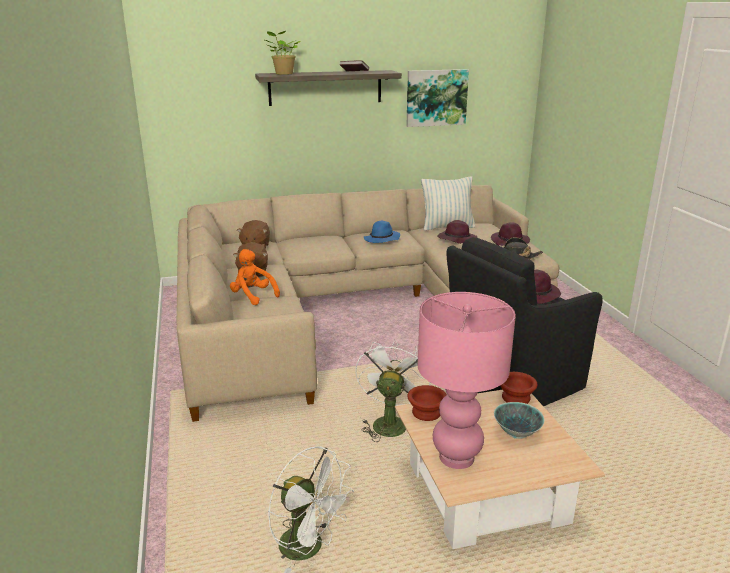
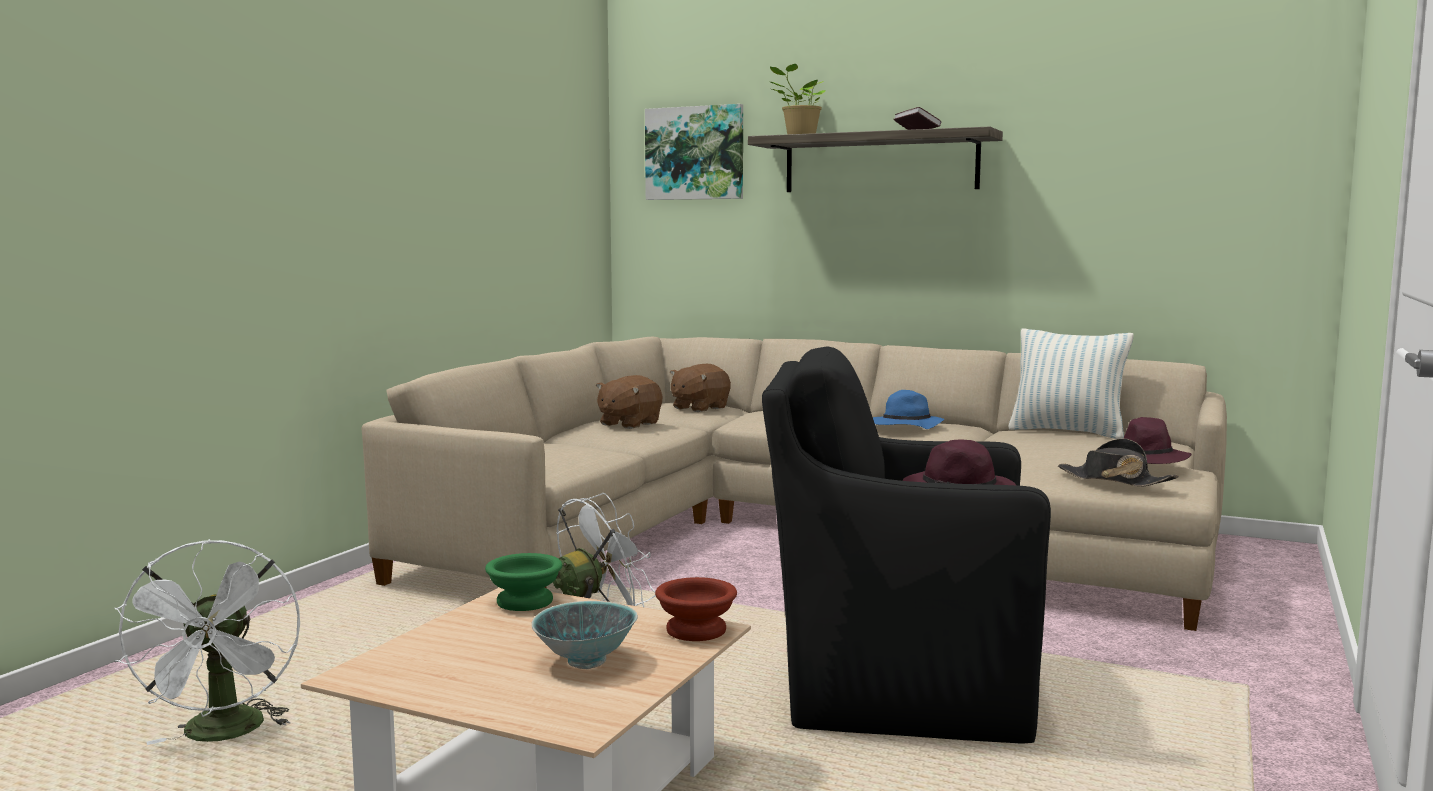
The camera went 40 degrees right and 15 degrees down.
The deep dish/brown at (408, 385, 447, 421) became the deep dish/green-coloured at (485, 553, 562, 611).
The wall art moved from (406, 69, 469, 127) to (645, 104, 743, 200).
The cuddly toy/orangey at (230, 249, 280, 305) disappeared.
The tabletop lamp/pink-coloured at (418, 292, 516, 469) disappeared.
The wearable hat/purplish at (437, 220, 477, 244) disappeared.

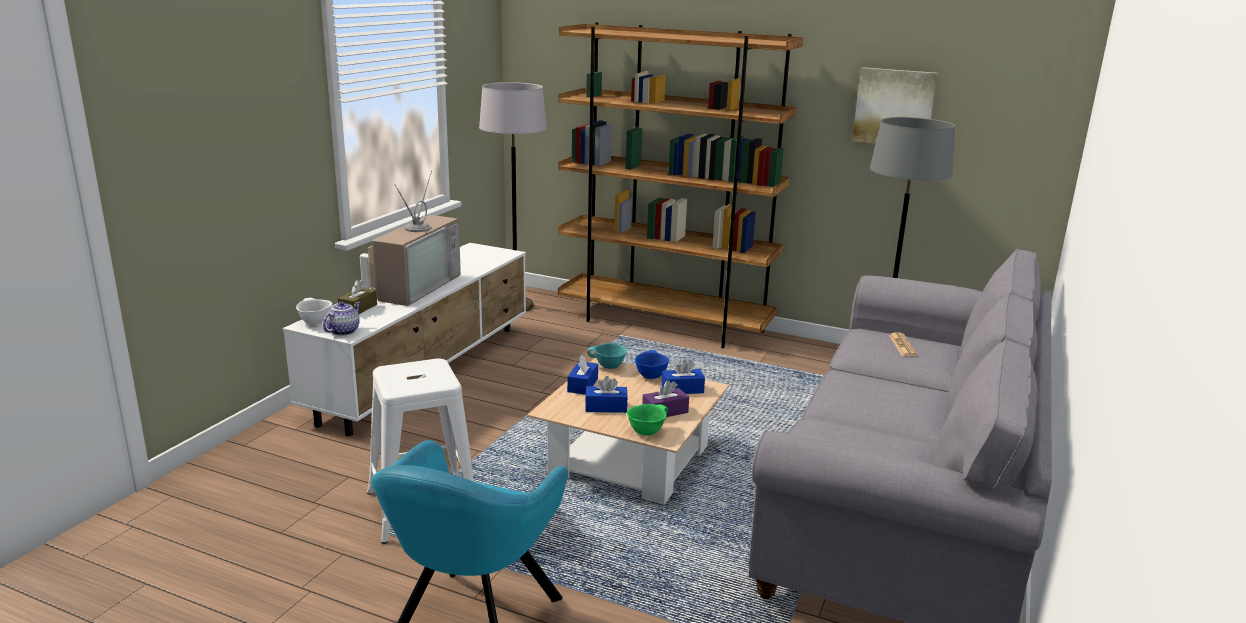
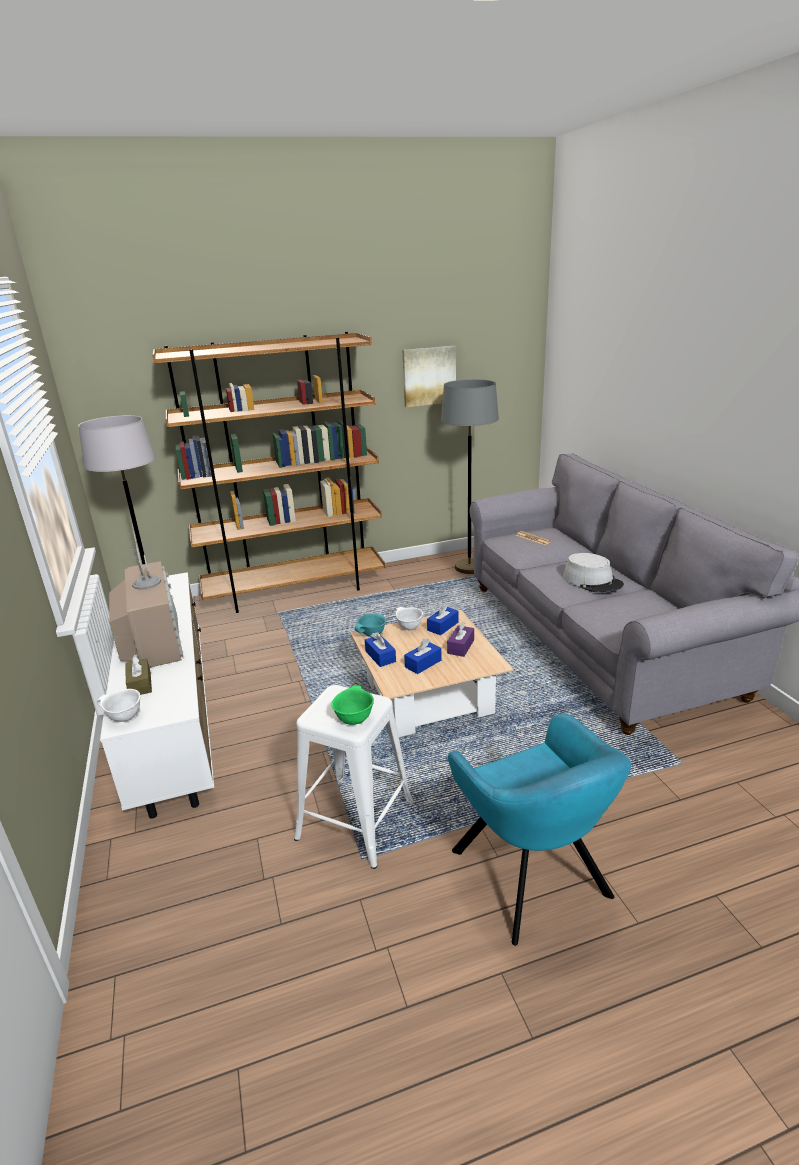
The camera went 40 degrees left and 5 degrees up.
The deep dish/green-coloured moved from (627, 404, 668, 436) to (332, 685, 374, 725).
The deep dish/bluish at (635, 350, 669, 379) became the deep dish/white-coloured at (395, 607, 423, 630).
The wearable hat/grey at (563, 553, 624, 592) appeared.
The pot for tea at (322, 301, 361, 336) disappeared.

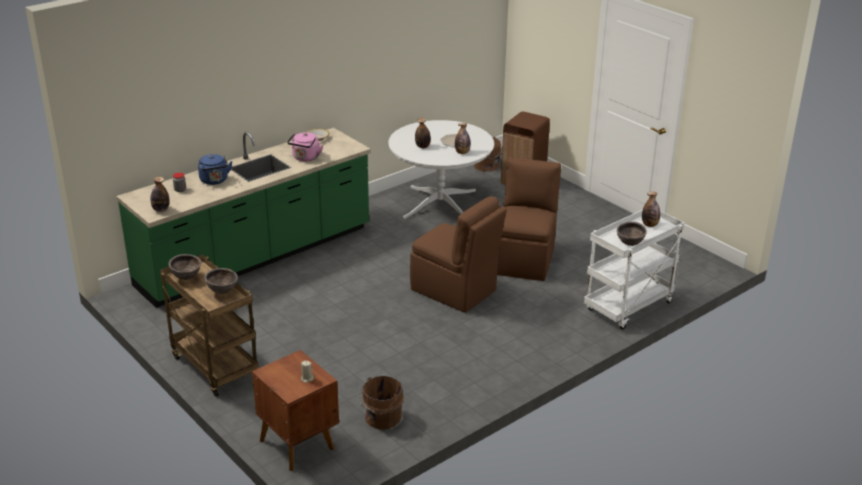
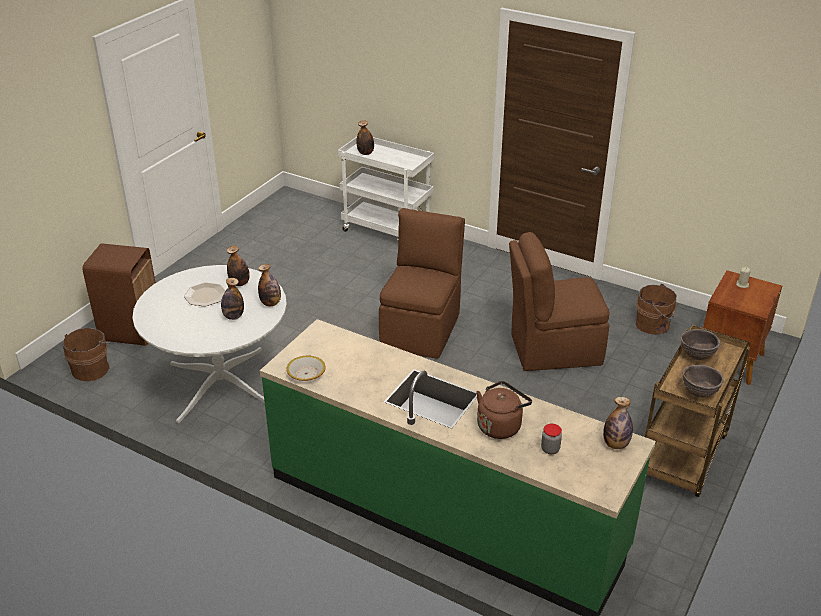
The camera went 110 degrees left and 5 degrees up.
The beverage bottle at (258, 264, 281, 306) appeared.
The tea kettle/bluish at (198, 154, 233, 185) became the tea kettle/brown at (476, 381, 532, 439).
The plain chair/brown moved from (497, 157, 561, 281) to (509, 232, 609, 371).
The tea kettle/pink-coloured at (287, 132, 323, 161) disappeared.
The deep dish/brown at (617, 222, 647, 246) disappeared.

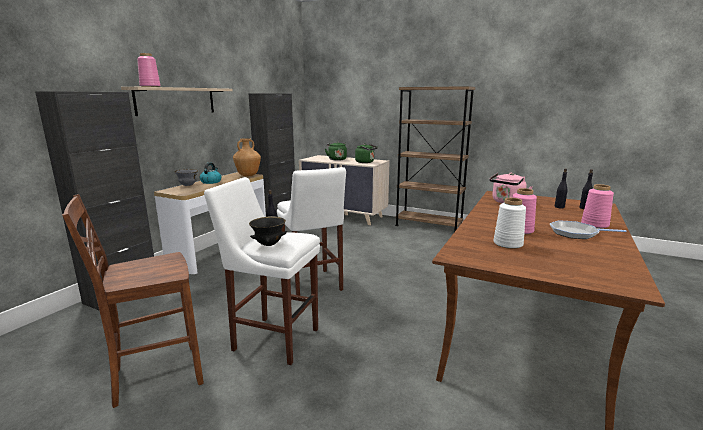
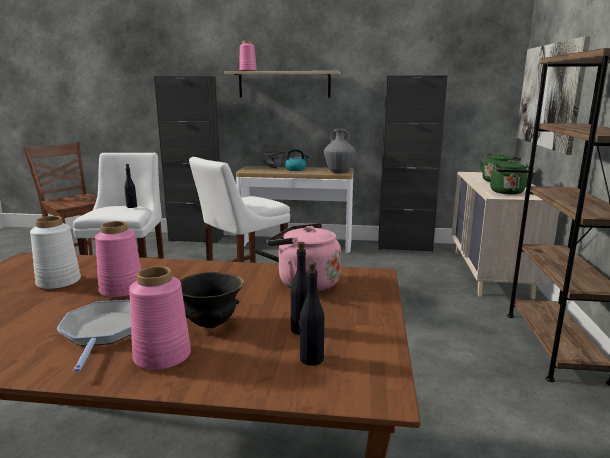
The camera went 70 degrees right and 0 degrees up.
The deep dish/blackish moved from (249, 216, 287, 246) to (180, 272, 244, 328).
The vase/brown at (233, 138, 261, 176) became the vase/grey at (324, 129, 355, 173).
The wall art at (516, 36, 591, 155) appeared.

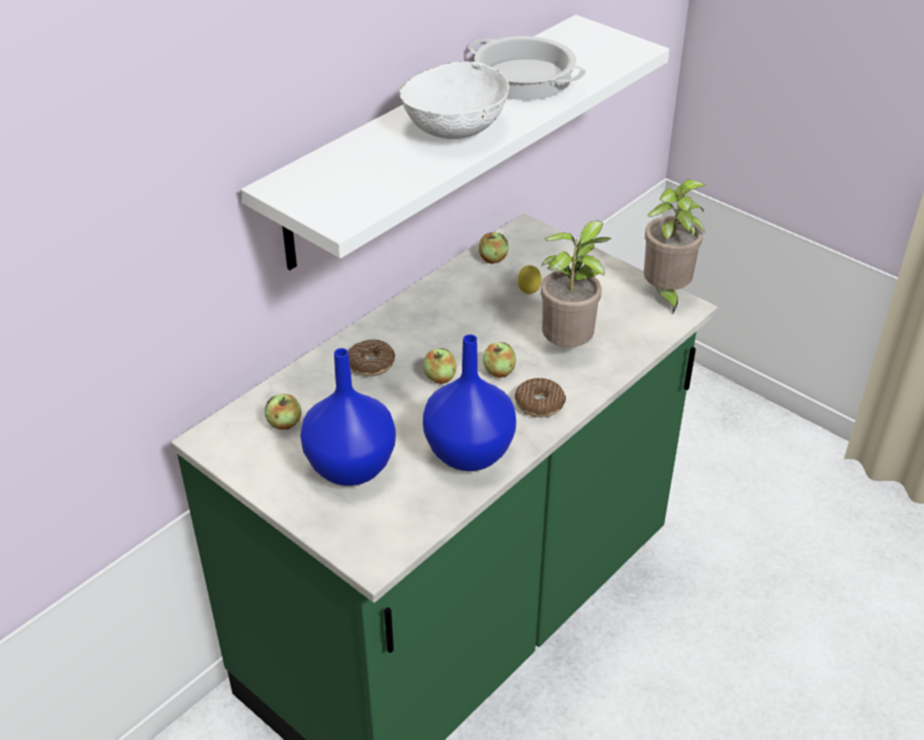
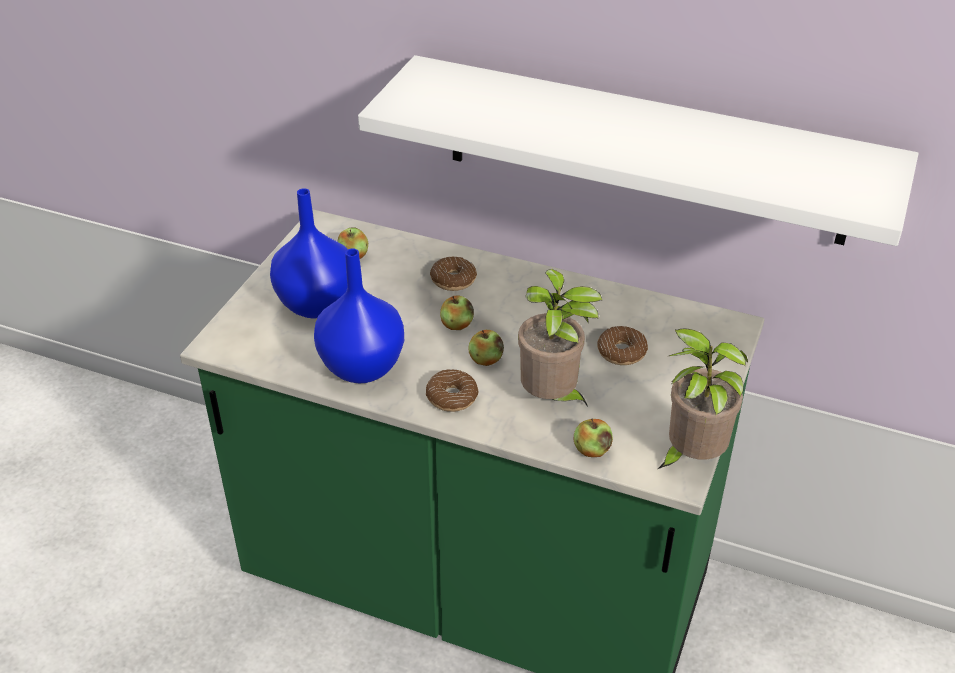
The camera went 70 degrees right and 0 degrees up.
The whole apple moved from (479, 232, 508, 264) to (574, 419, 613, 457).
The citrus fruit at (518, 265, 541, 294) was replaced by the doughnut at (597, 326, 648, 365).
The deep dish/white-coloured at (399, 61, 509, 139) disappeared.
The cooking pot at (468, 36, 586, 100) disappeared.

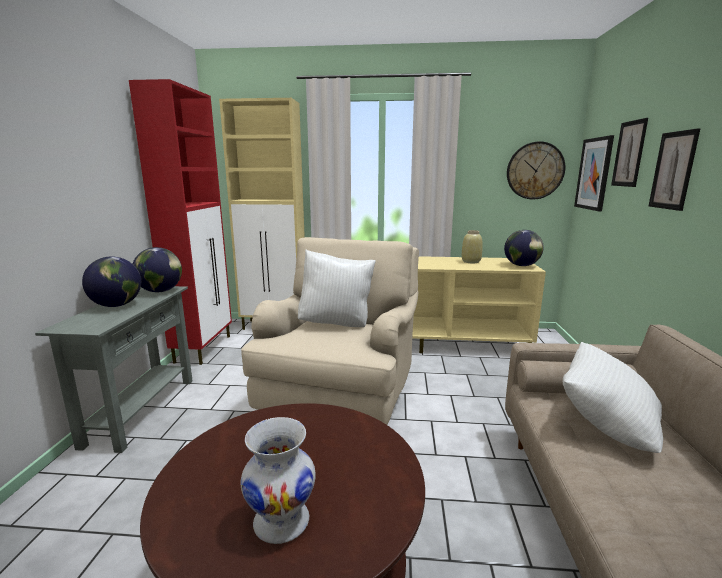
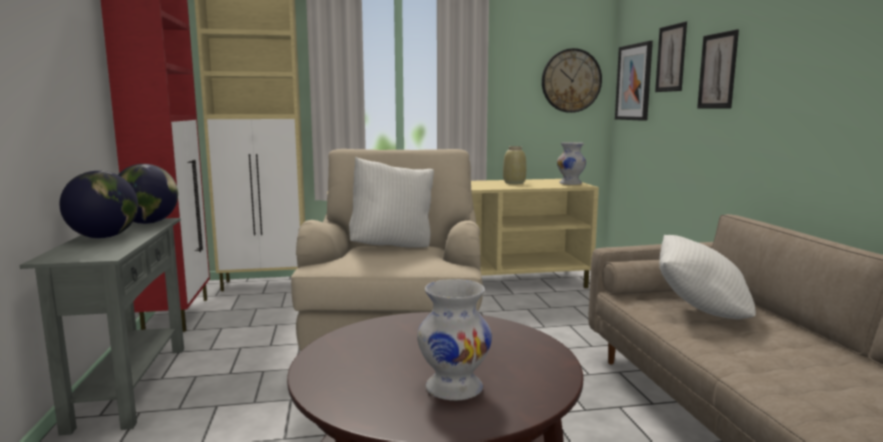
The camera went 15 degrees left and 5 degrees down.
The desk globe at (504, 230, 544, 266) was replaced by the vase/white-coloured at (557, 142, 586, 185).

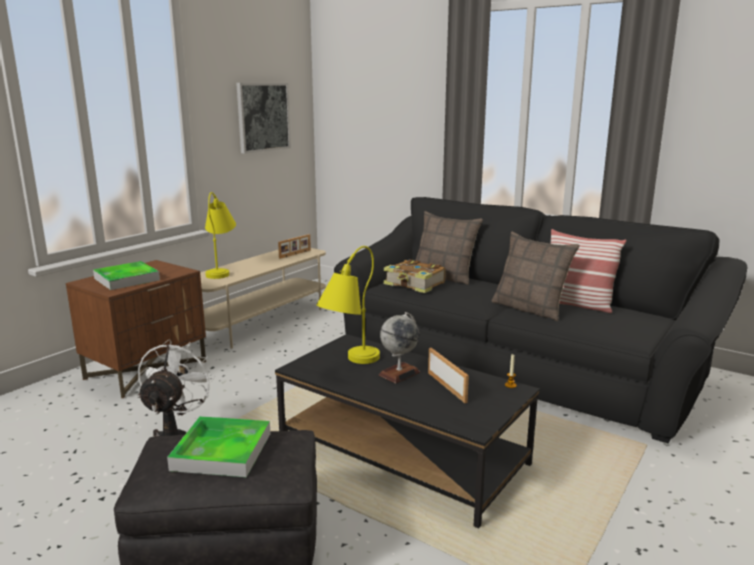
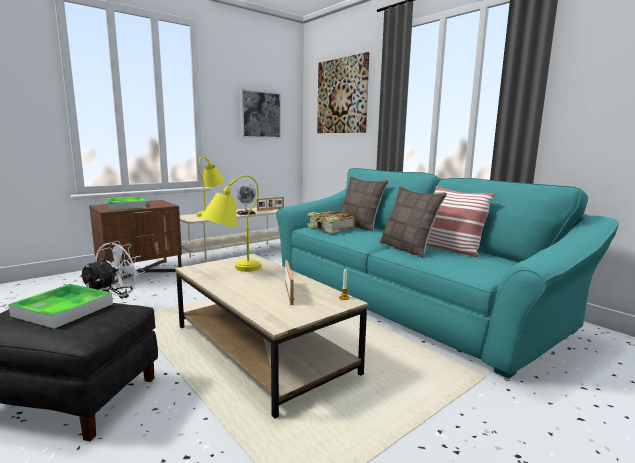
The camera went 15 degrees right and 5 degrees down.
The low table/blackish at (275, 334, 539, 529) became the low table/sand-coloured at (175, 254, 368, 419).
The desk globe moved from (379, 312, 420, 384) to (237, 184, 256, 215).
The settee/blackish at (334, 197, 748, 443) became the settee/turquoise at (276, 168, 619, 379).
The wall art at (317, 52, 369, 133) appeared.

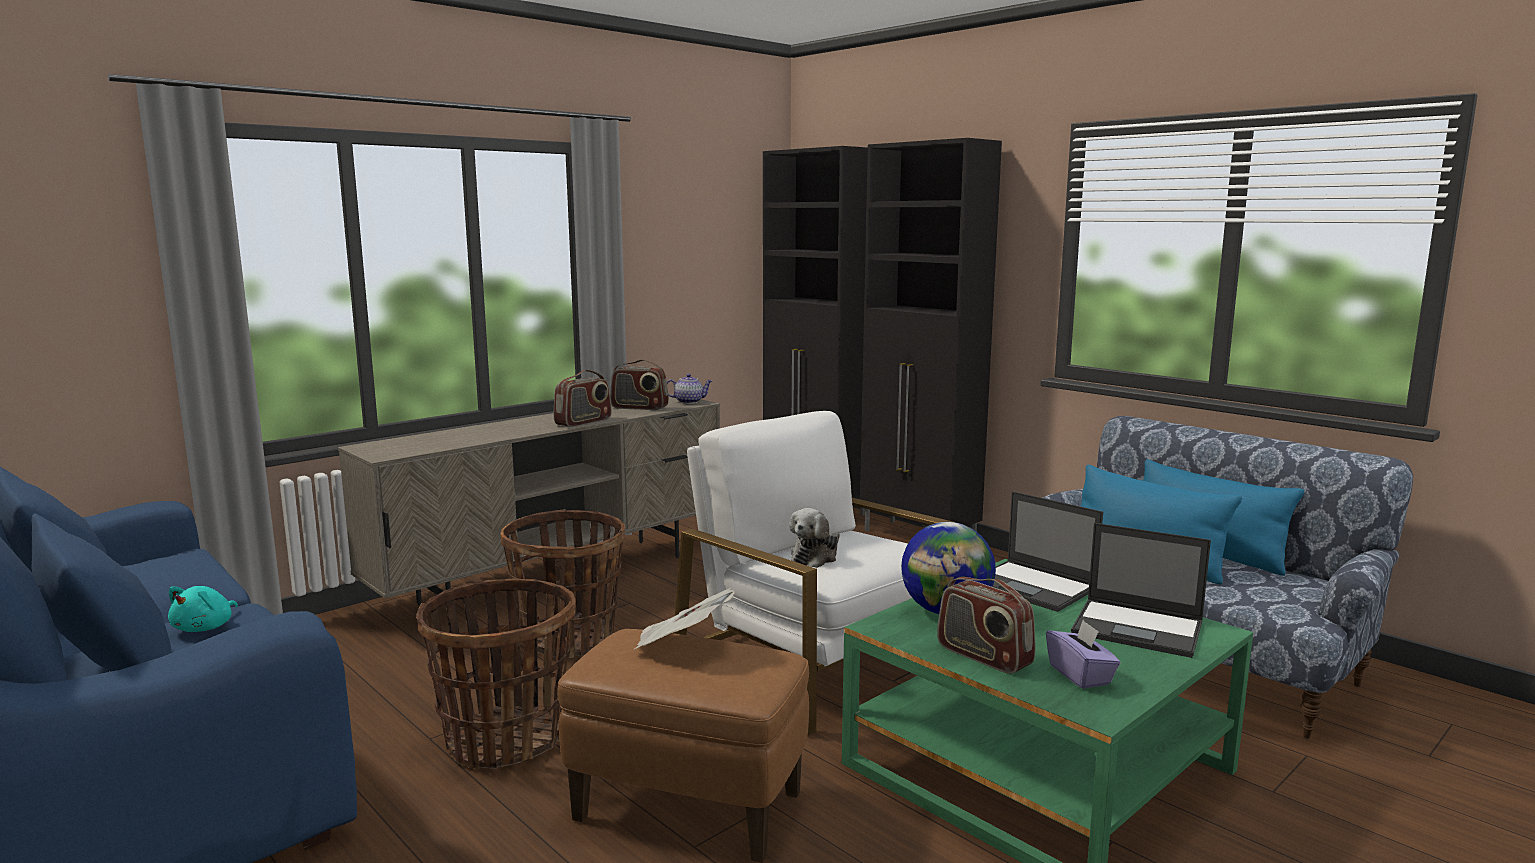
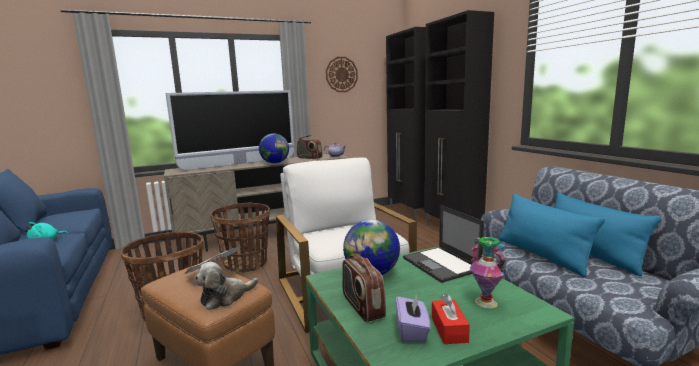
The camera went 20 degrees right and 0 degrees up.
The TV at (166, 90, 294, 171) appeared.
The cuddly toy moved from (789, 508, 840, 568) to (194, 262, 258, 310).
The radio at (554, 370, 612, 427) was replaced by the desk globe at (259, 134, 289, 164).
The clock on the wall at (326, 57, 358, 92) appeared.
The box of tissues/reddish at (432, 294, 470, 344) appeared.
The portable computer at (1071, 523, 1211, 658) was replaced by the vase at (470, 237, 507, 308).

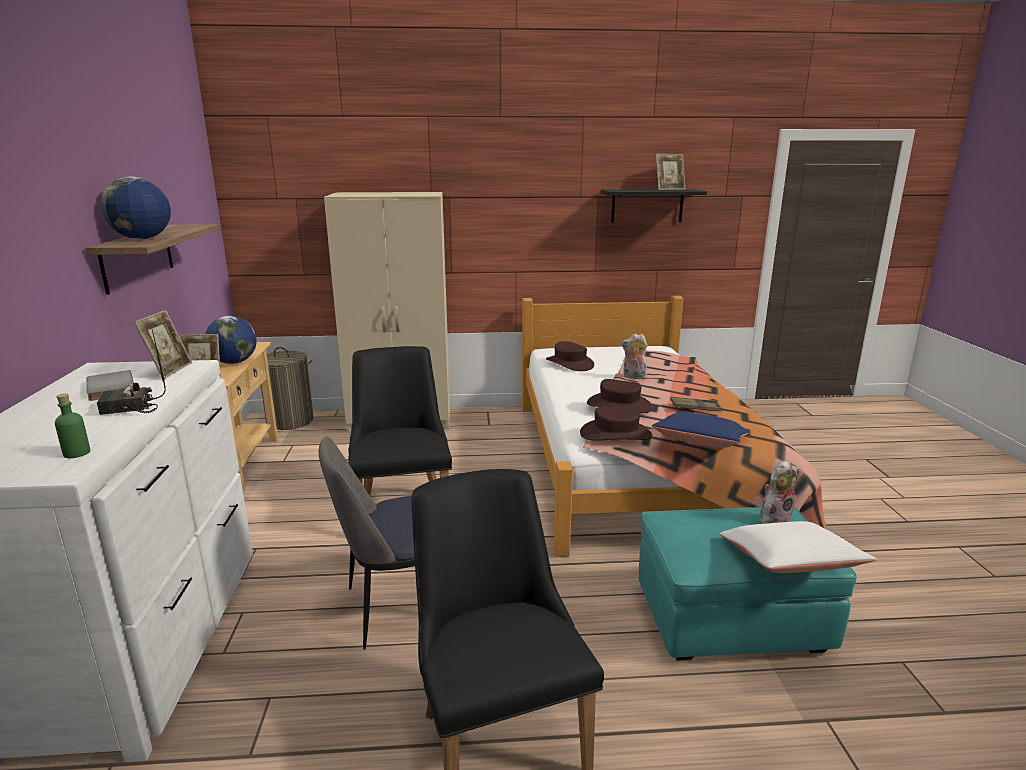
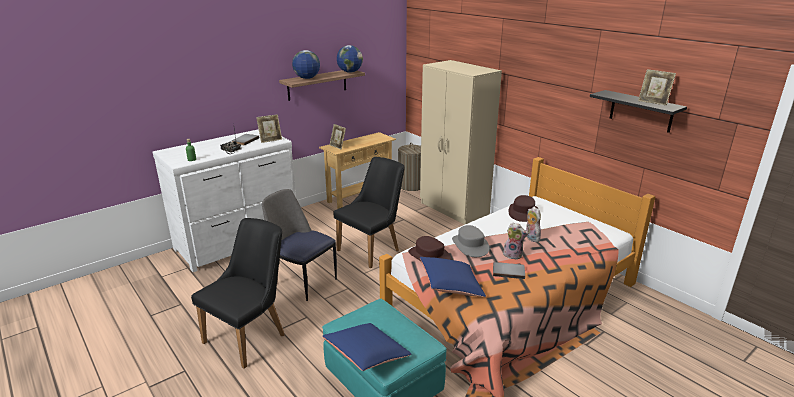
The camera went 55 degrees right and 5 degrees up.
The throw pillow/white-coloured at (720, 521, 876, 573) became the throw pillow/bluish at (322, 323, 412, 371).
The desk globe moved from (205, 316, 257, 364) to (337, 45, 363, 73).
The wearable hat/brown at (587, 379, 653, 413) became the wearable hat/grey at (452, 225, 489, 257).
The serving tray/brown at (670, 397, 722, 411) was replaced by the volume/grey at (493, 262, 525, 279).
The cuddly toy moved from (760, 460, 799, 524) to (503, 222, 528, 260).

